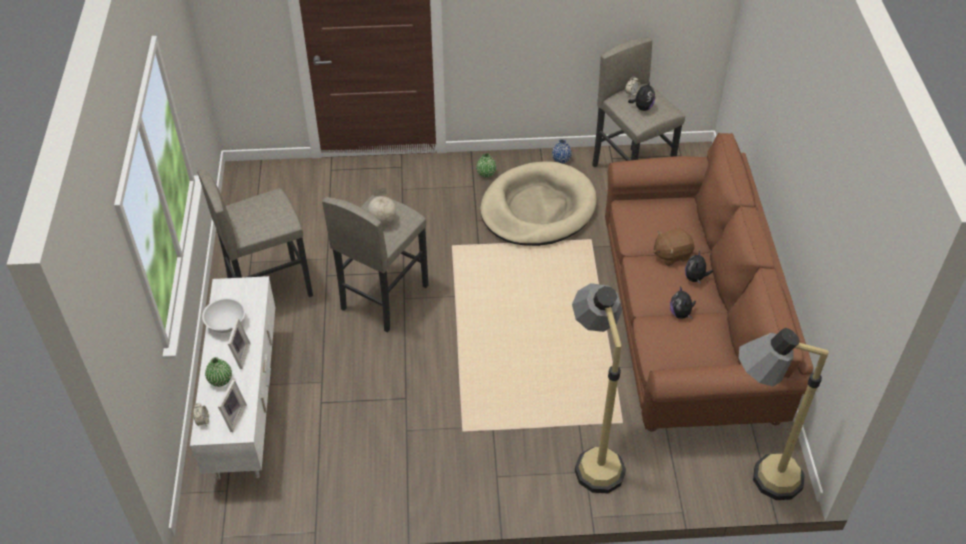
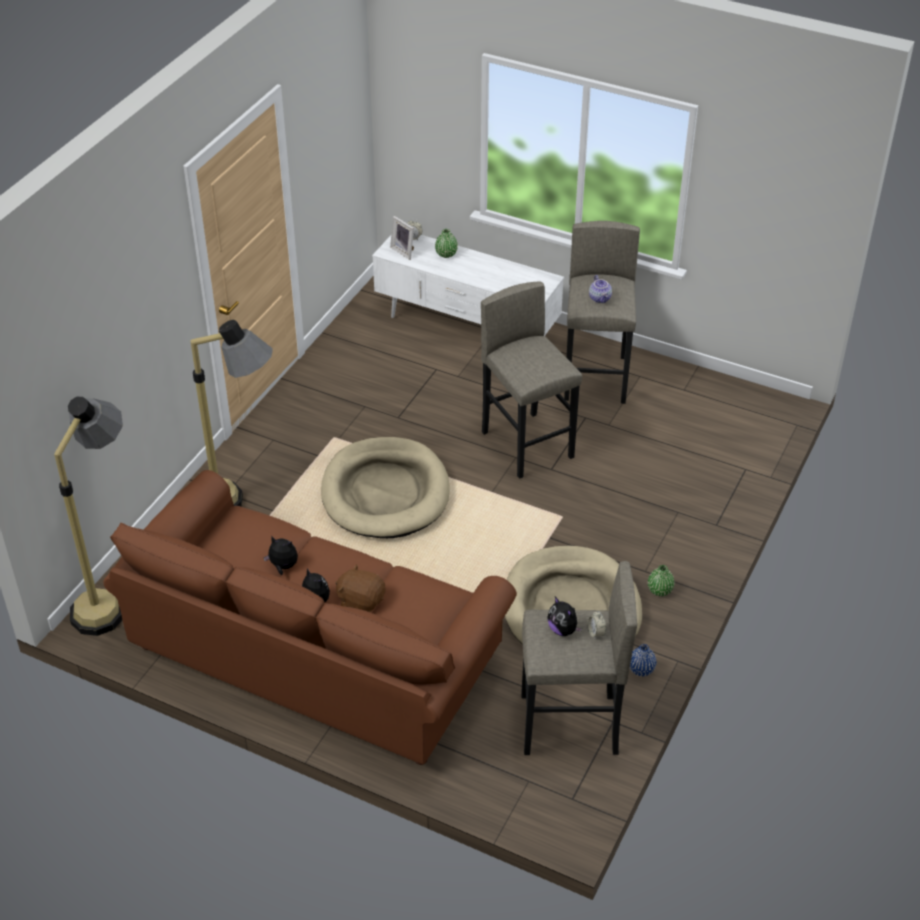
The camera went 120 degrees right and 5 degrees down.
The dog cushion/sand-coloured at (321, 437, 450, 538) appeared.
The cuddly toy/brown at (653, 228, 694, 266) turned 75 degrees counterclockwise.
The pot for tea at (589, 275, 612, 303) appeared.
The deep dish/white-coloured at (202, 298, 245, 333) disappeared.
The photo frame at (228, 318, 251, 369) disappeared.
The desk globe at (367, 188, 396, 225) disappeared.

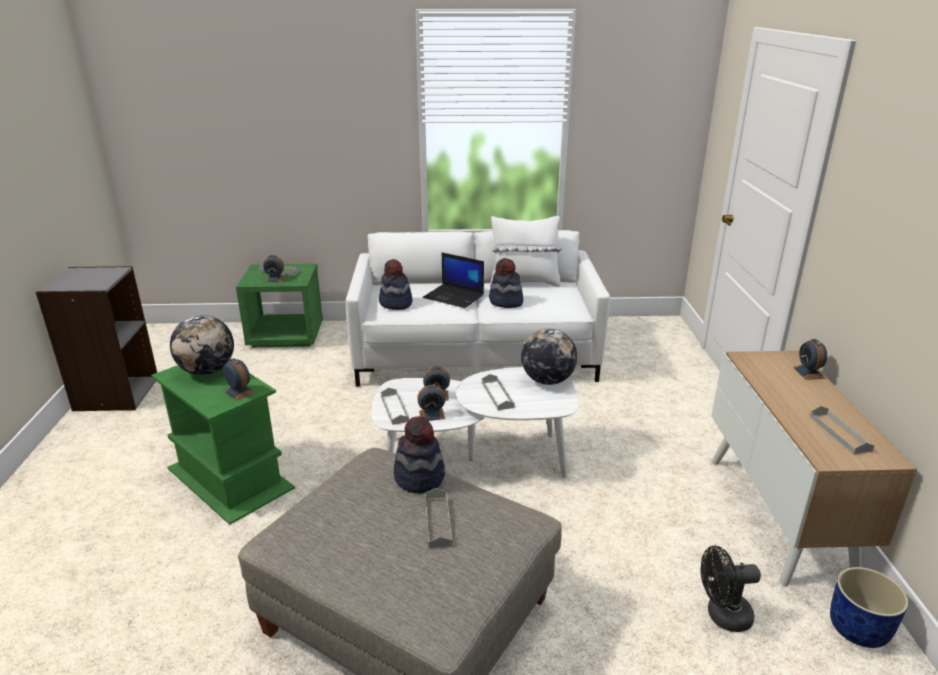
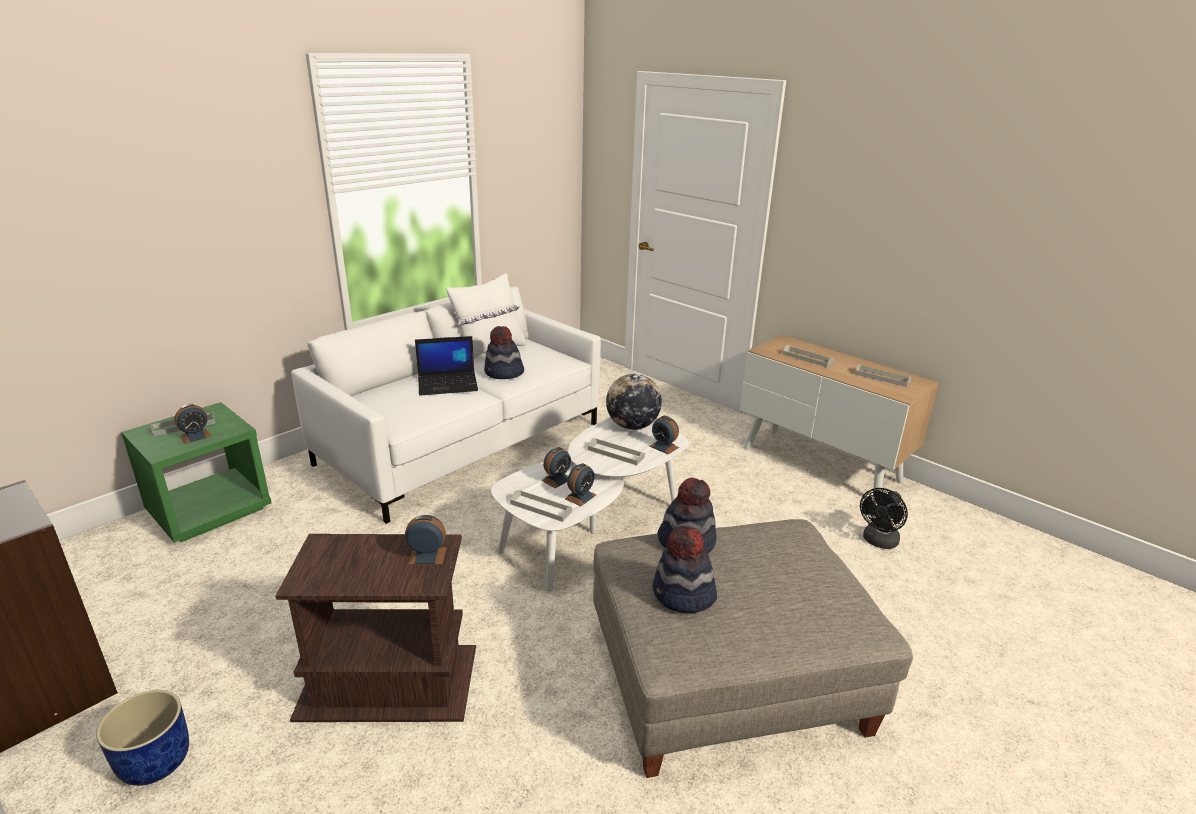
The camera went 45 degrees left and 0 degrees up.
The flower pot/bluish moved from (830, 567, 909, 648) to (96, 690, 189, 786).
The side table/green-coloured at (151, 365, 295, 525) became the side table/brown at (275, 534, 476, 722).
The alarm clock moved from (793, 339, 827, 380) to (649, 416, 679, 454).
The wearable hat moved from (379, 259, 412, 310) to (652, 526, 717, 613).
The serving tray/grey moved from (425, 488, 452, 548) to (782, 345, 834, 367).
The desk globe at (170, 315, 234, 375) disappeared.

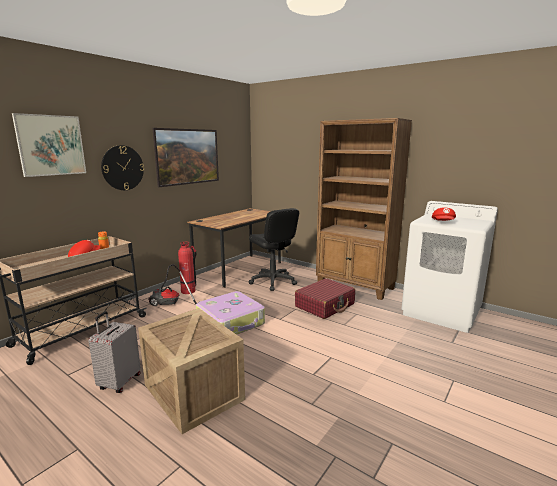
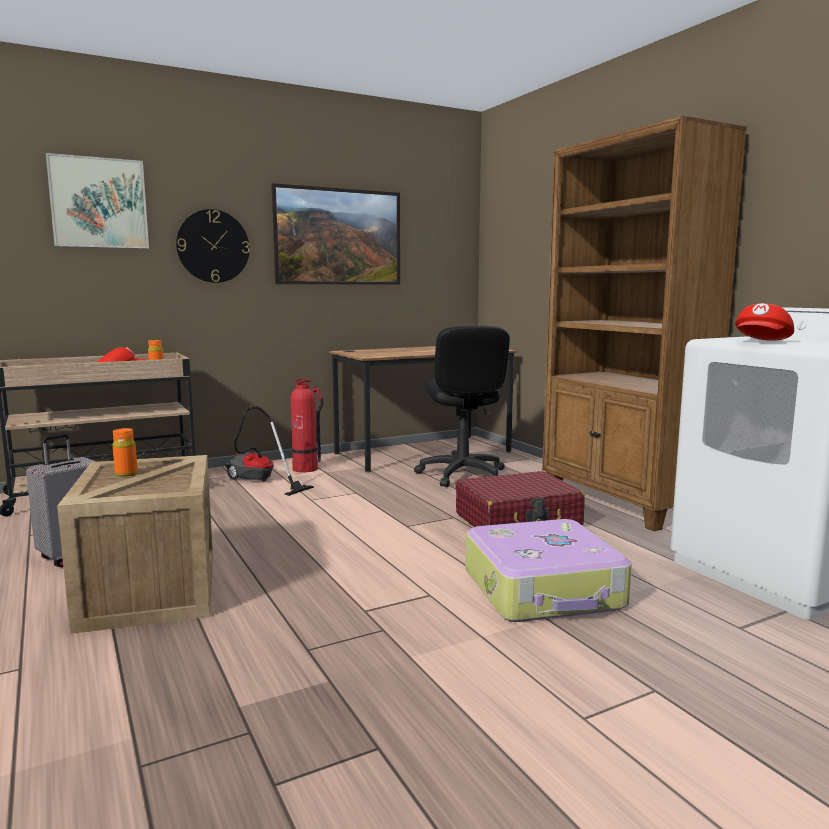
The camera went 25 degrees right and 5 degrees down.
The beverage bottle/orangey at (113, 428, 138, 477) appeared.
The travel case moved from (196, 291, 265, 335) to (465, 519, 632, 622).

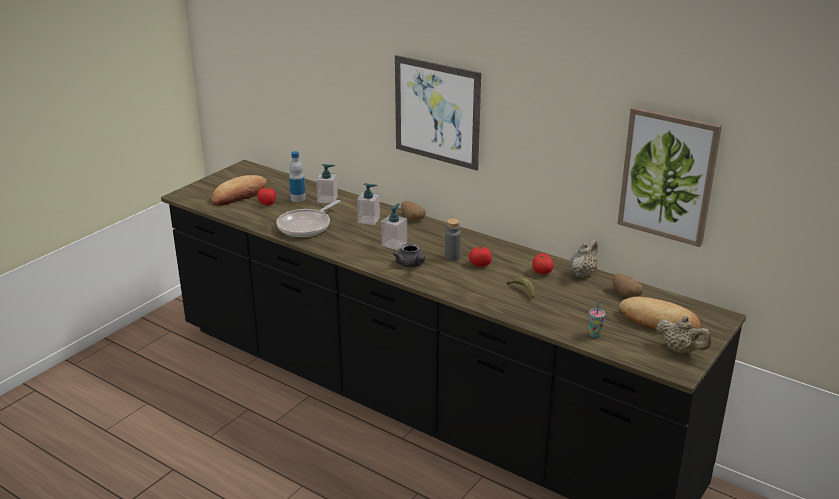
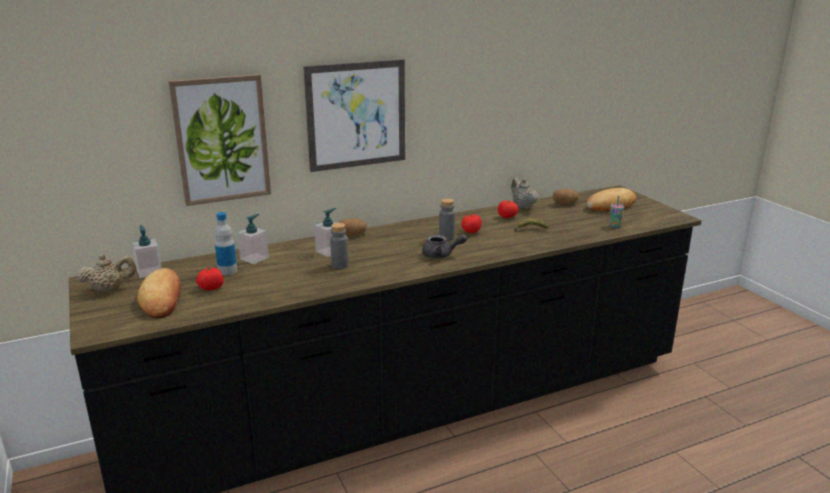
The camera went 60 degrees left and 5 degrees down.
The pot for tea/sand-coloured moved from (656, 316, 711, 354) to (76, 254, 136, 293).
The soap dispenser moved from (381, 203, 407, 250) to (132, 225, 162, 278).
The wall art moved from (618, 107, 722, 247) to (168, 74, 271, 206).
The beverage bottle/grey at (330, 223, 348, 269) appeared.
The pan at (276, 200, 341, 237) disappeared.

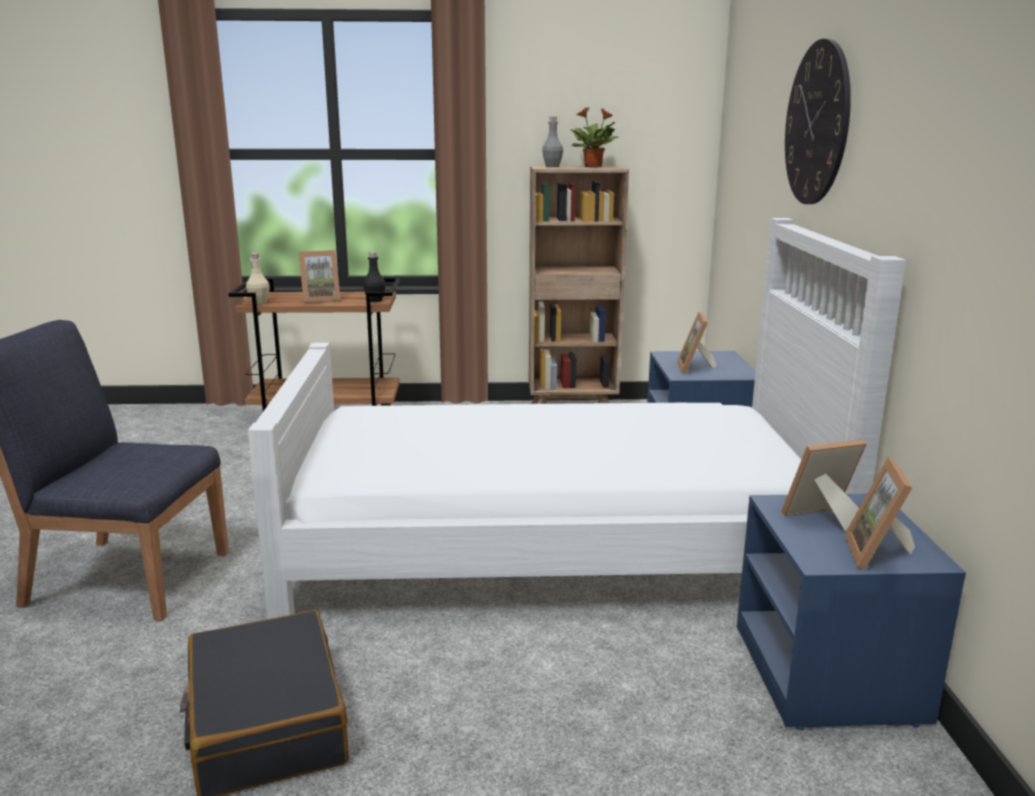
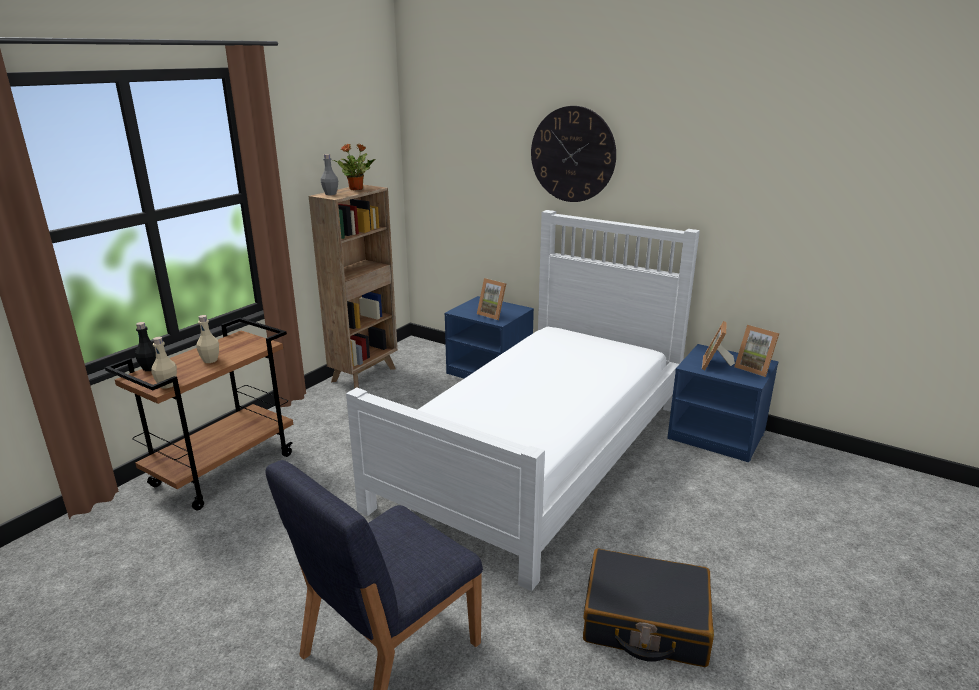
The camera went 55 degrees left and 5 degrees up.
The beverage bottle/blackish moved from (363, 251, 386, 302) to (135, 322, 156, 371).
The photo frame at (299, 250, 340, 303) was replaced by the beverage bottle/sand-coloured at (197, 315, 219, 363).

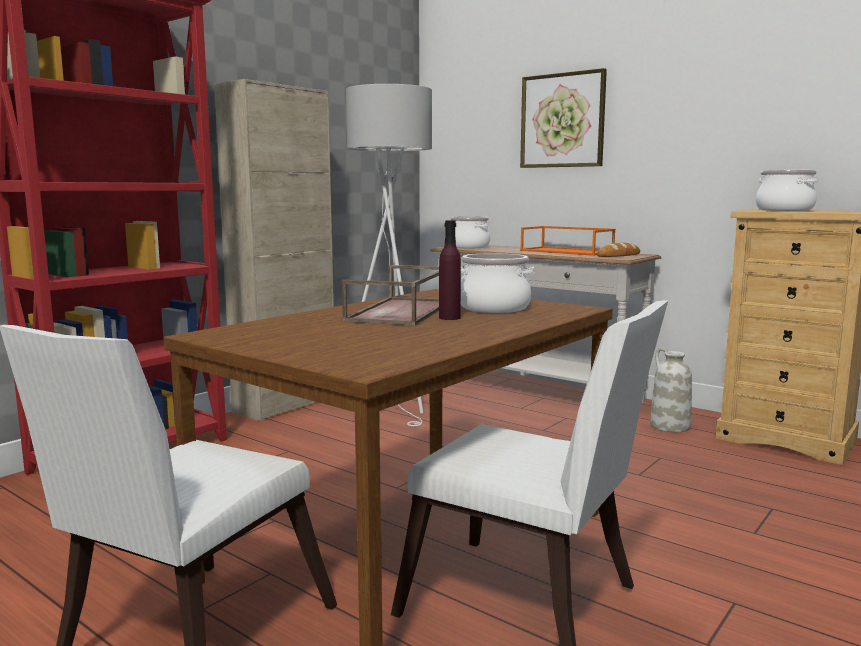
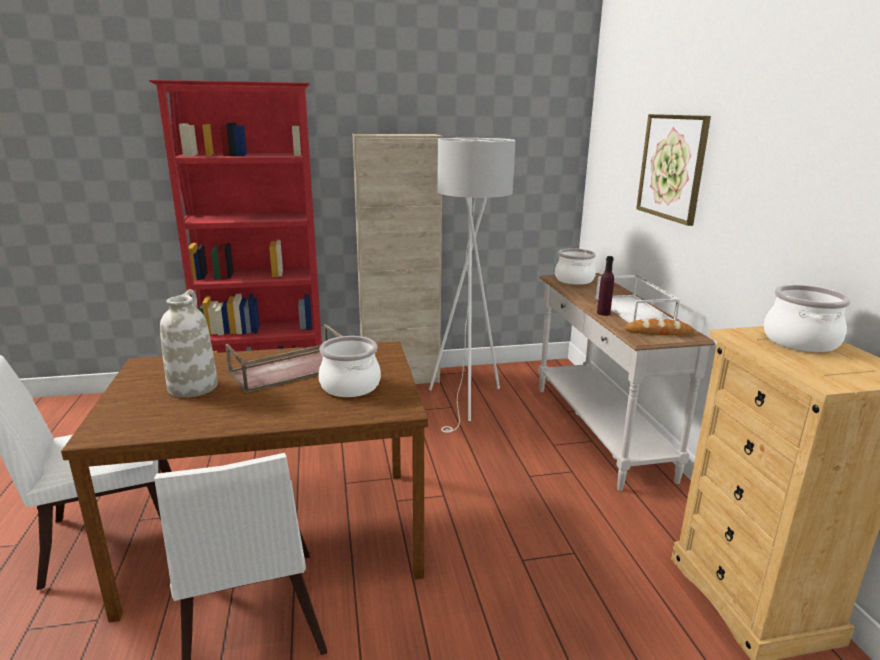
The camera went 40 degrees right and 10 degrees up.
The vase/white-coloured moved from (650, 347, 692, 432) to (160, 289, 218, 398).
The serving tray/orangey at (520, 226, 616, 256) became the serving tray/white-coloured at (596, 275, 680, 323).
The beverage bottle/purplish moved from (439, 220, 461, 320) to (597, 256, 614, 316).

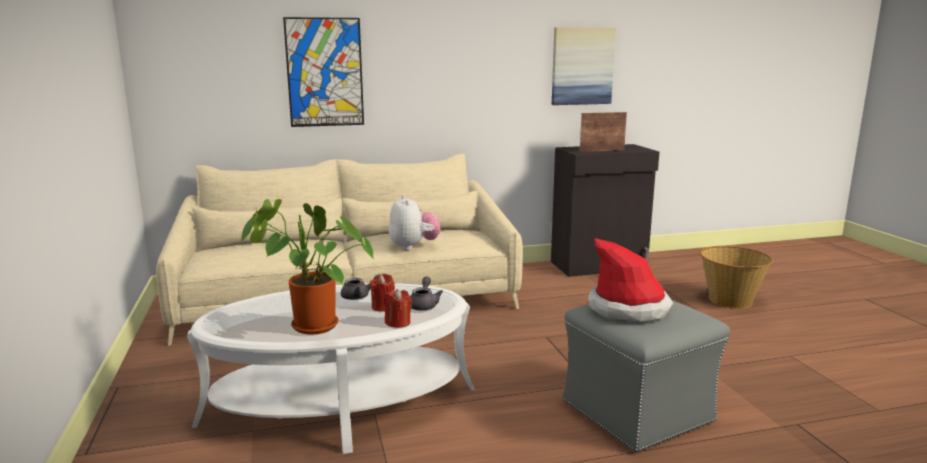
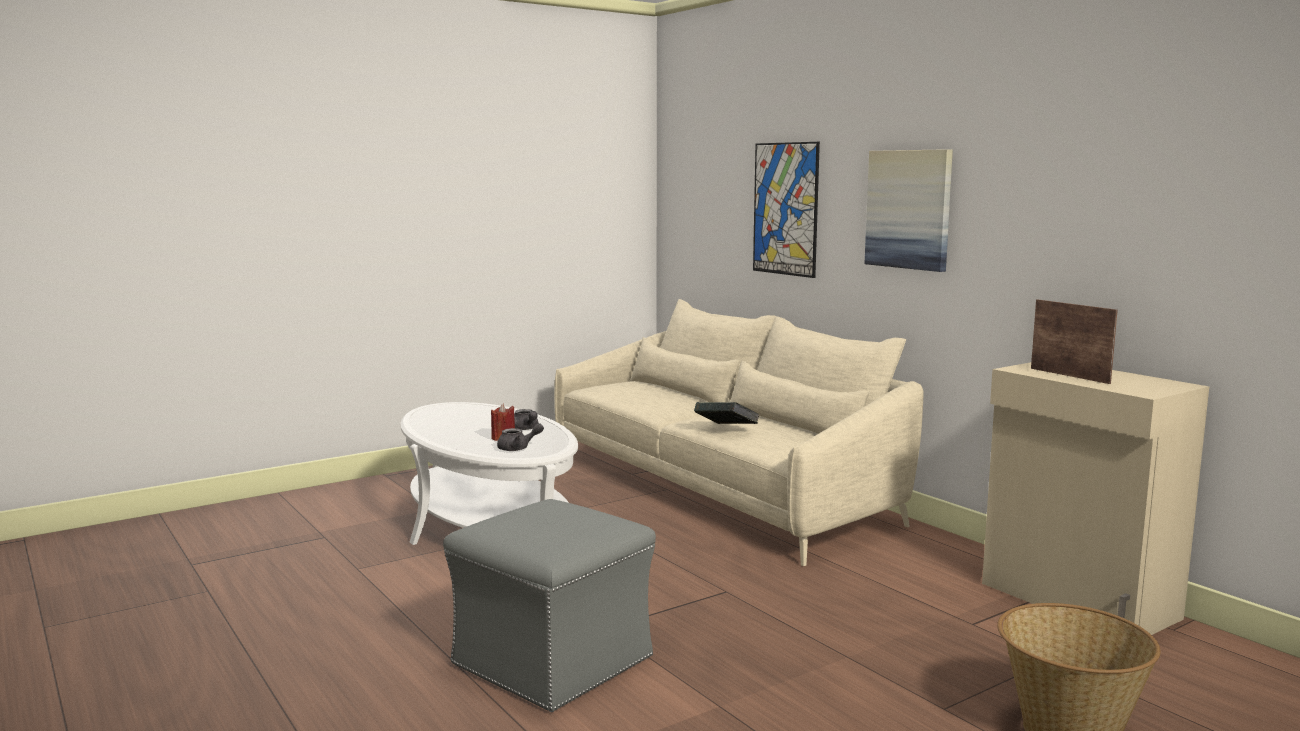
The camera went 70 degrees right and 5 degrees down.
The cuddly toy at (389, 195, 441, 250) was replaced by the volume at (694, 402, 760, 424).
The wall art moved from (552, 27, 616, 105) to (864, 149, 953, 272).
The storage cabinet/blackish at (551, 144, 659, 277) became the storage cabinet/sand-coloured at (982, 362, 1209, 635).
The potted plant at (242, 199, 374, 334) disappeared.
The candle/reddish at (384, 289, 412, 328) disappeared.
The wearable hat at (588, 238, 673, 321) disappeared.

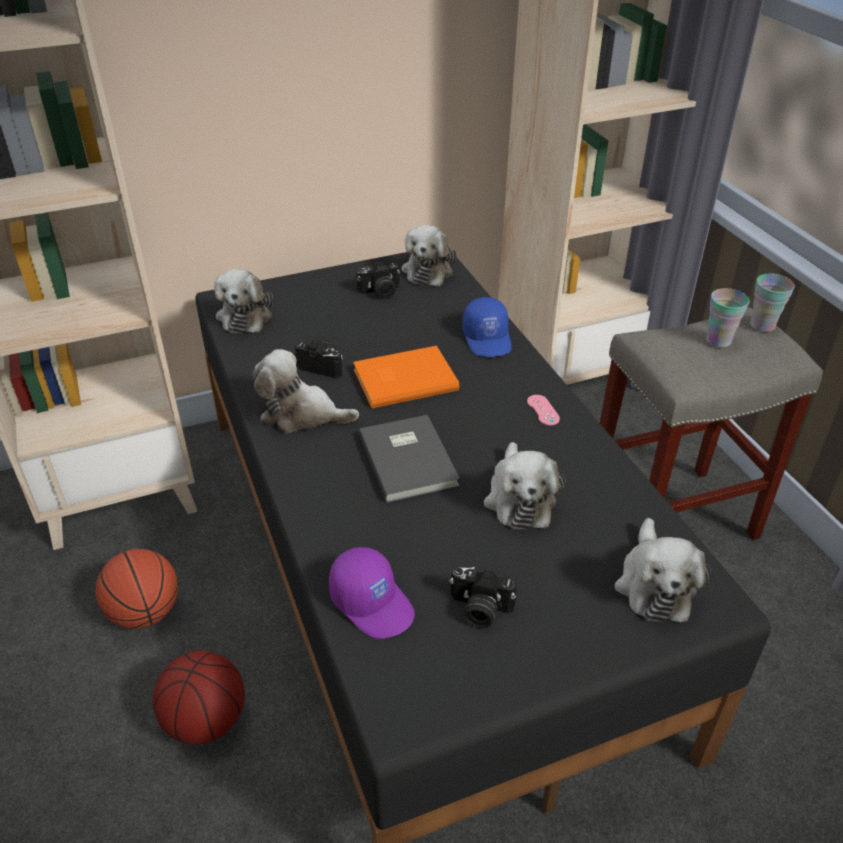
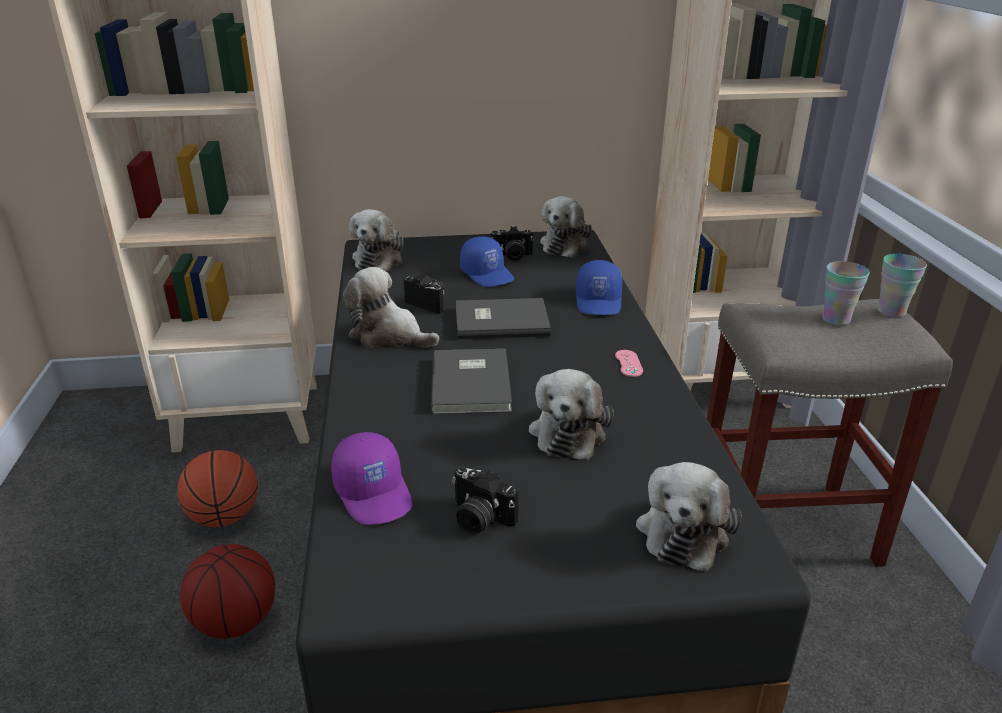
The camera went 15 degrees right and 10 degrees down.
The volume/orangey at (353, 346, 459, 408) became the volume/grey at (456, 298, 551, 340).
The peaked cap/bluish at (460, 236, 514, 287) appeared.

